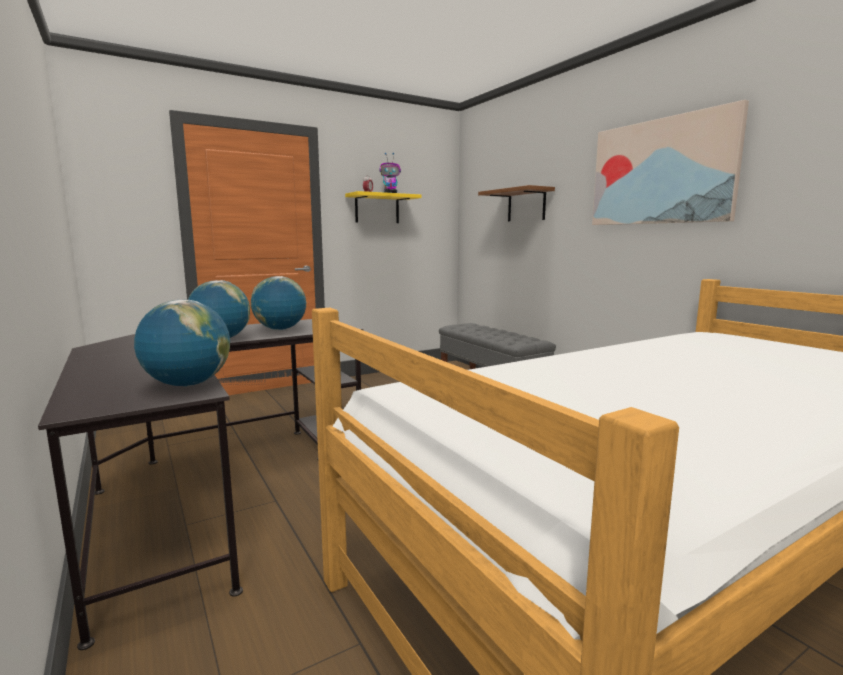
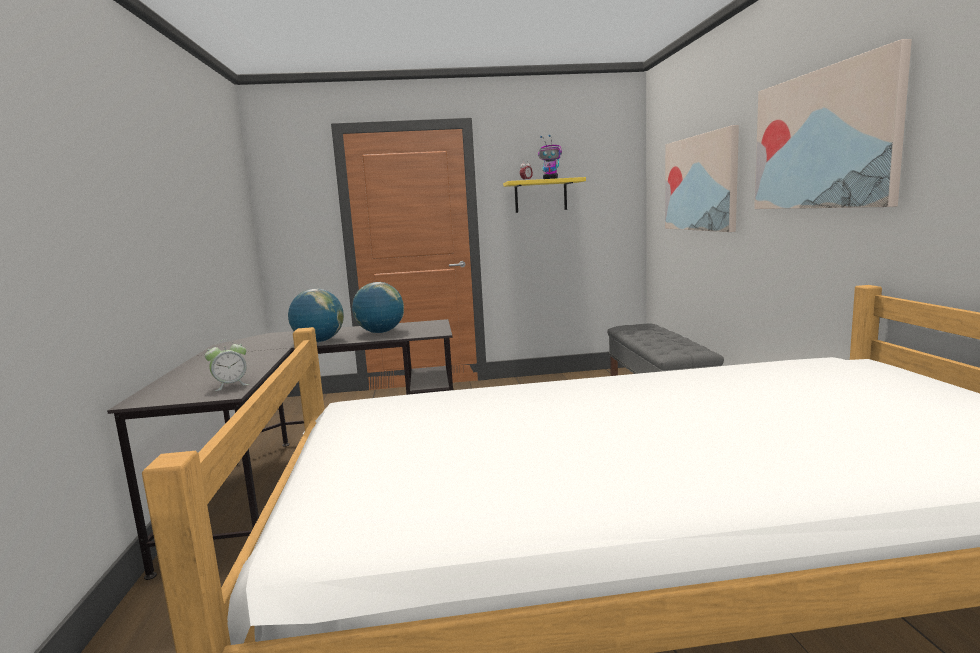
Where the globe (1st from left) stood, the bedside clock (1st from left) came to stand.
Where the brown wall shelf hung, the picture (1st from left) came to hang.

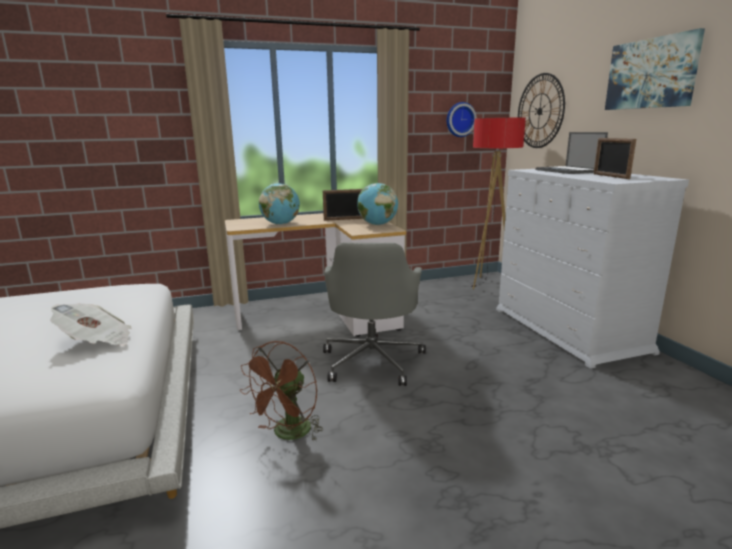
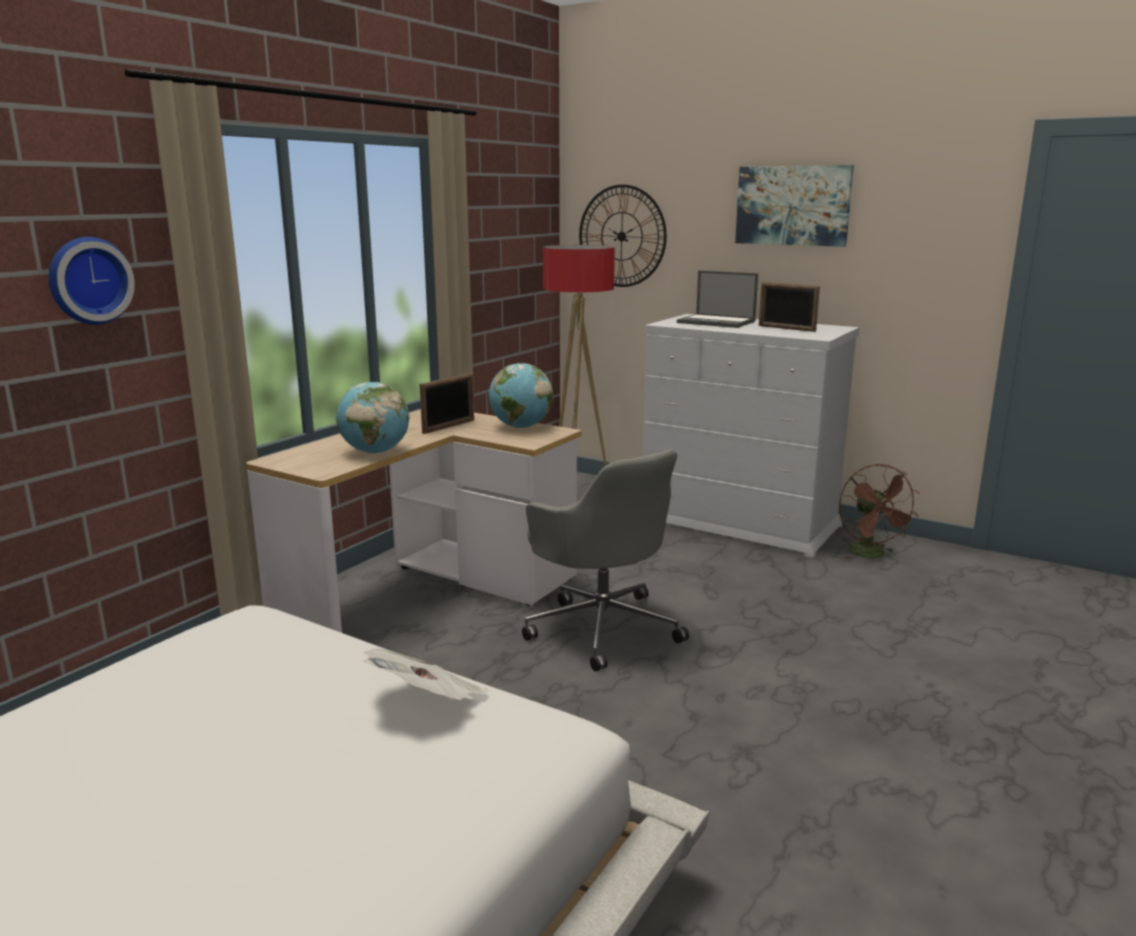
The brown cooling fan ended up elsewhere.
The hanging clock (1st from left) ended up elsewhere.

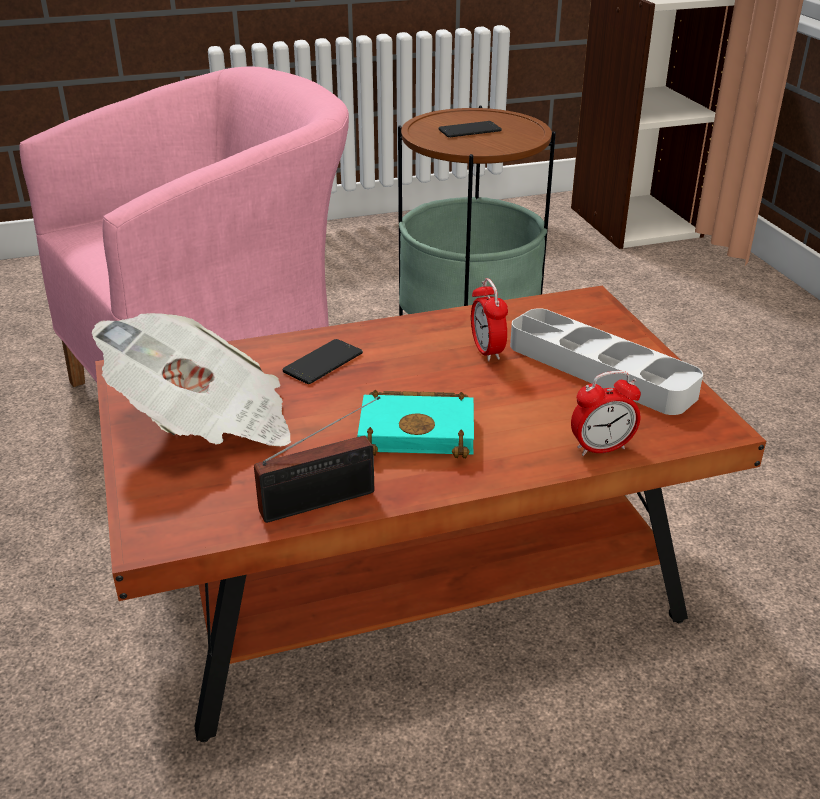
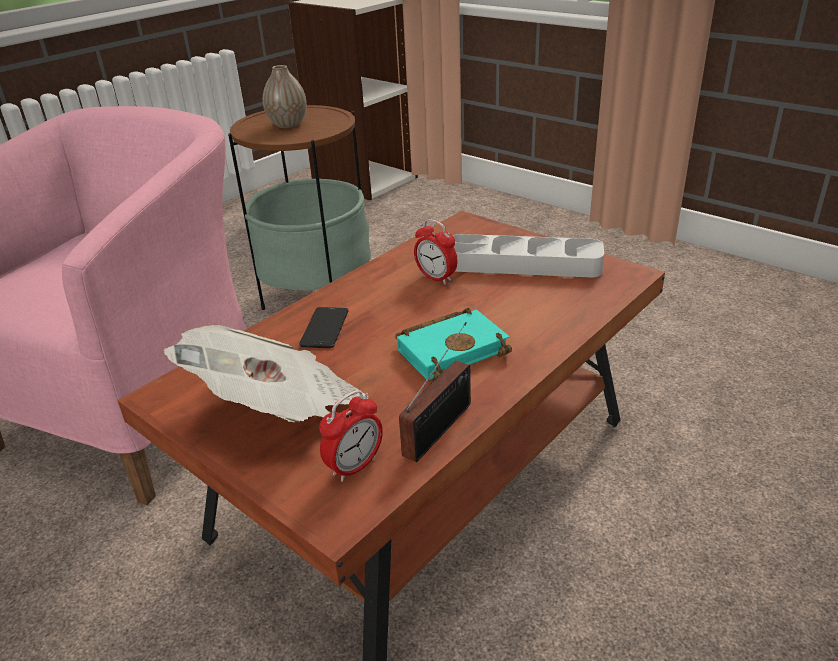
The bedside clock (2nd from left in the first image) ended up elsewhere.
Where the telephone (2nd from left) stood, the decorative vase came to stand.

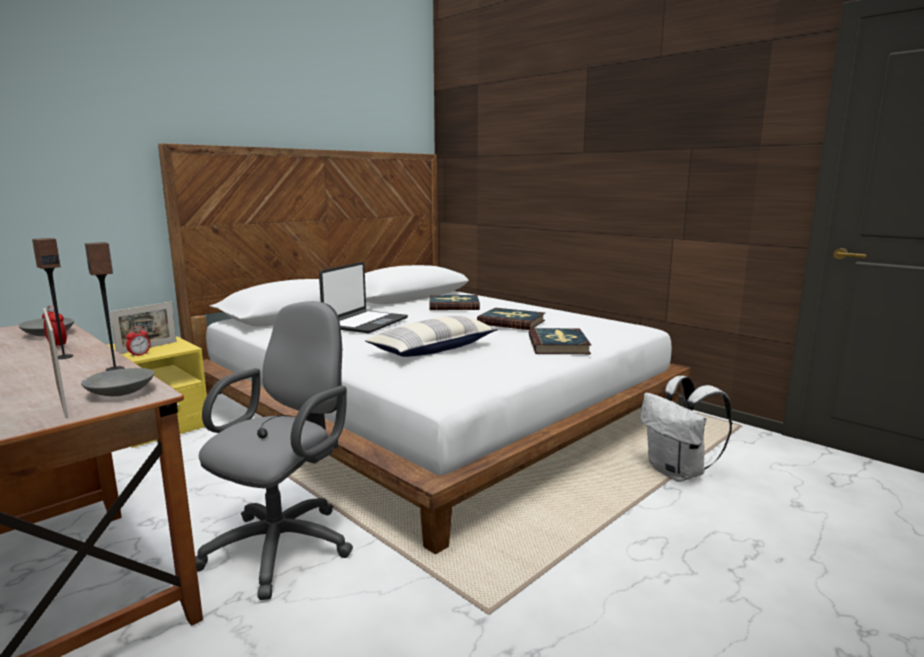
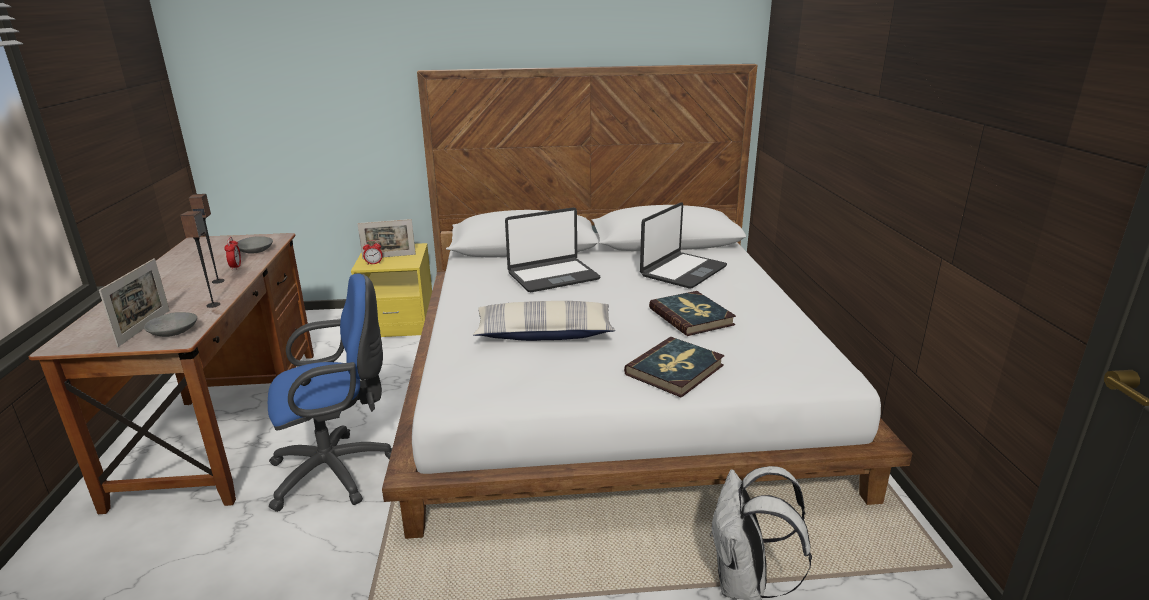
Where the book (1st from left) stood, the portable computer (2nd from left) came to stand.
What was the greyish office chair turned into the blue-coloured office chair.

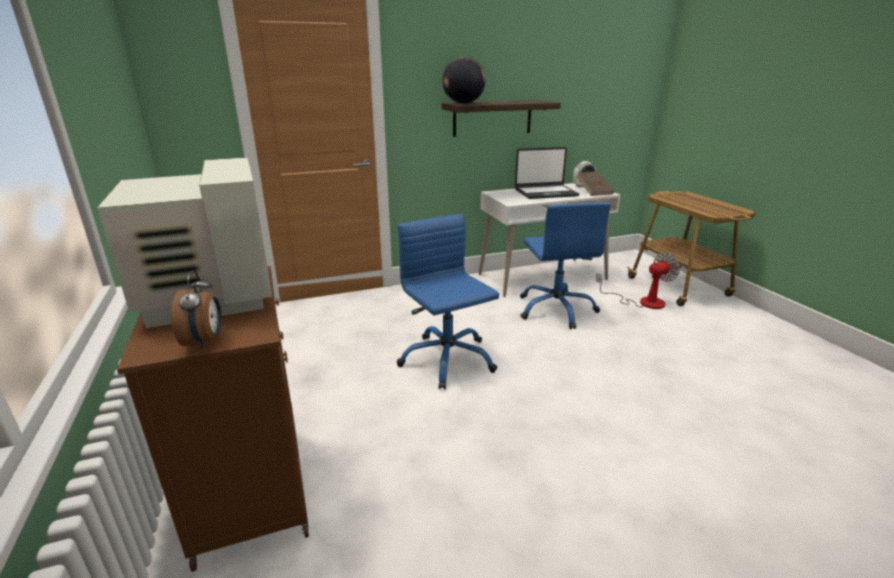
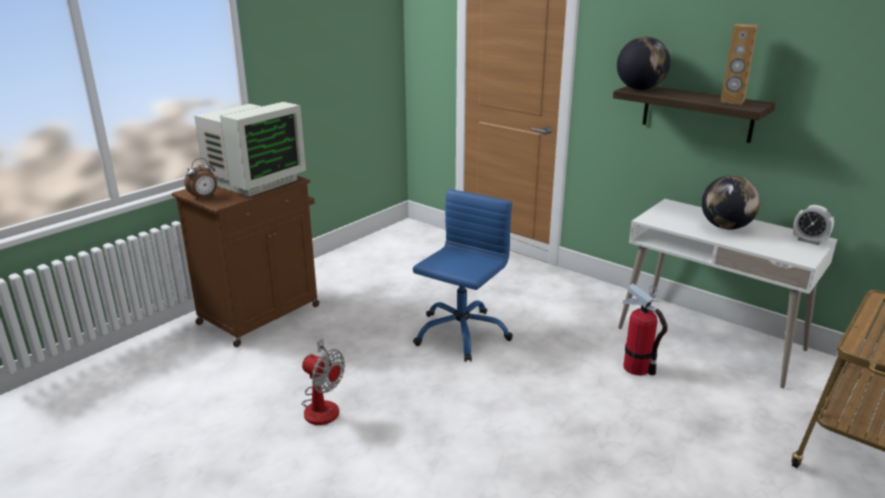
The second view lost the brown book.
The second view gained the brown speaker.
The cooling fan ended up elsewhere.
Where the portable computer stood, the globe (2nd from left) came to stand.
Where the blue-coloured office chair (2nd from left) stood, the extinguisher came to stand.

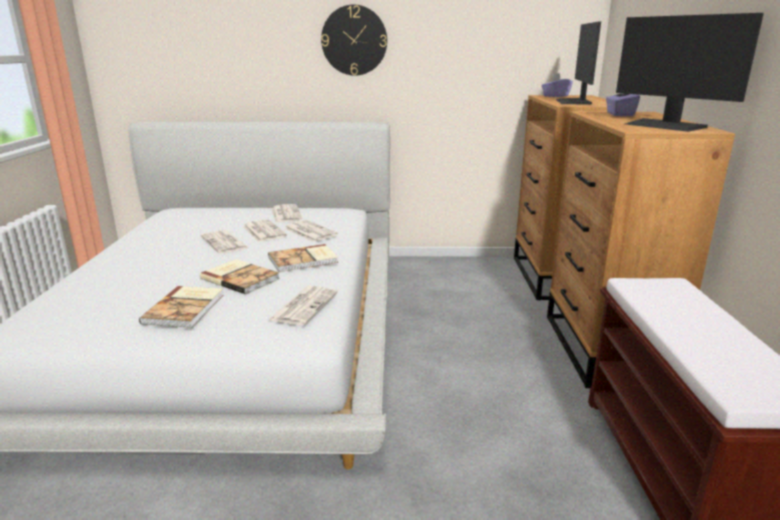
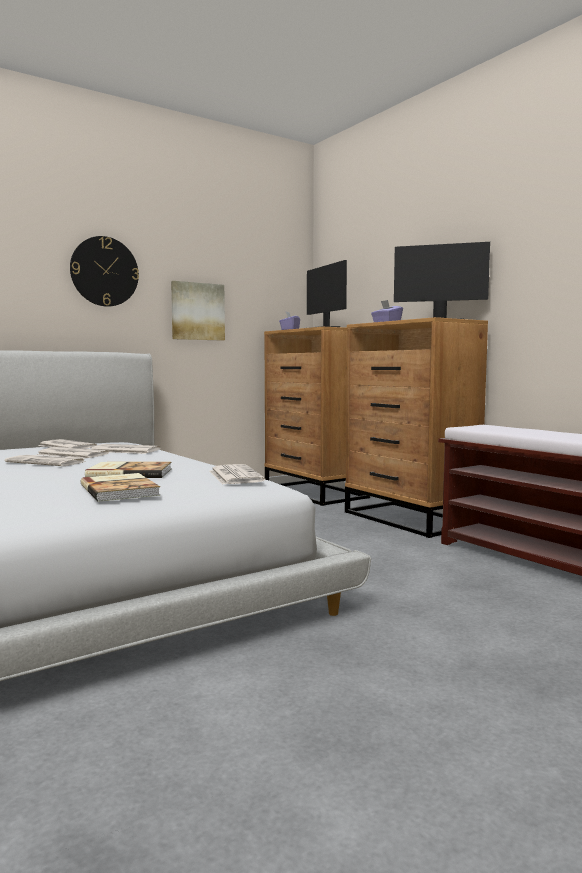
The second view lost the book (3rd from left).
The second view gained the picture.

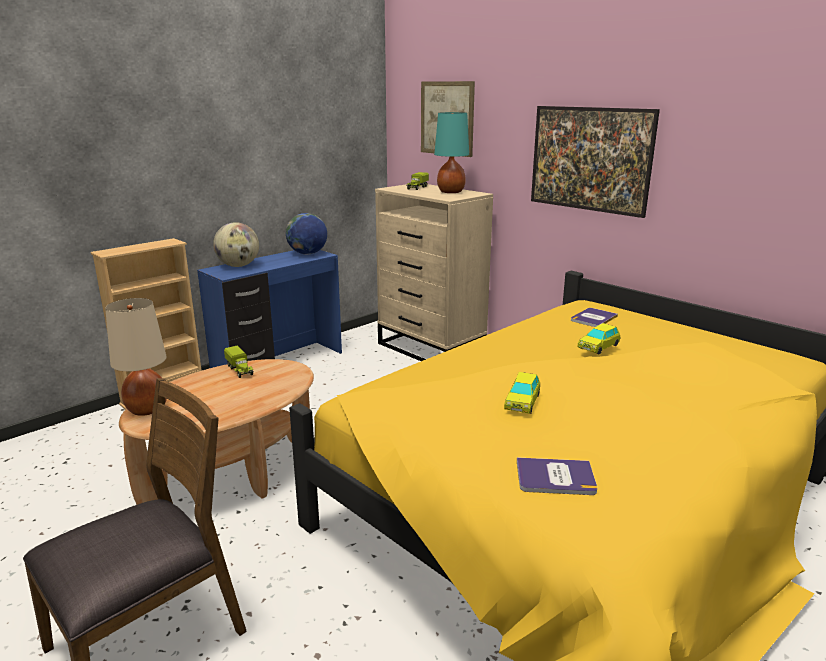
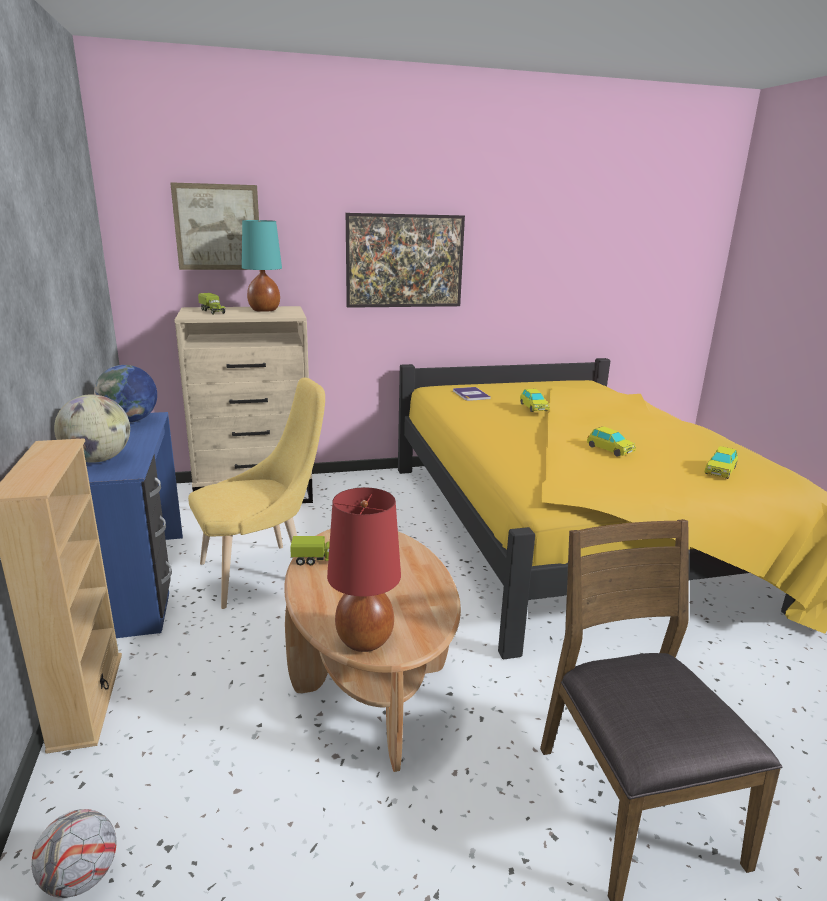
The second view gained the football.
The second view gained the yellow-coloured plain chair.
Where the book (1st from left) stood, the miniature car (3rd from left) came to stand.
What was the beige table lamp turned into the red table lamp.

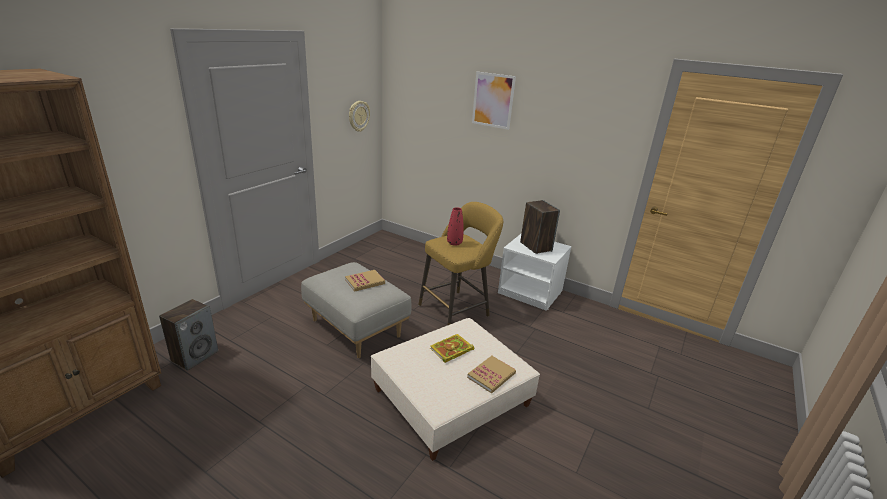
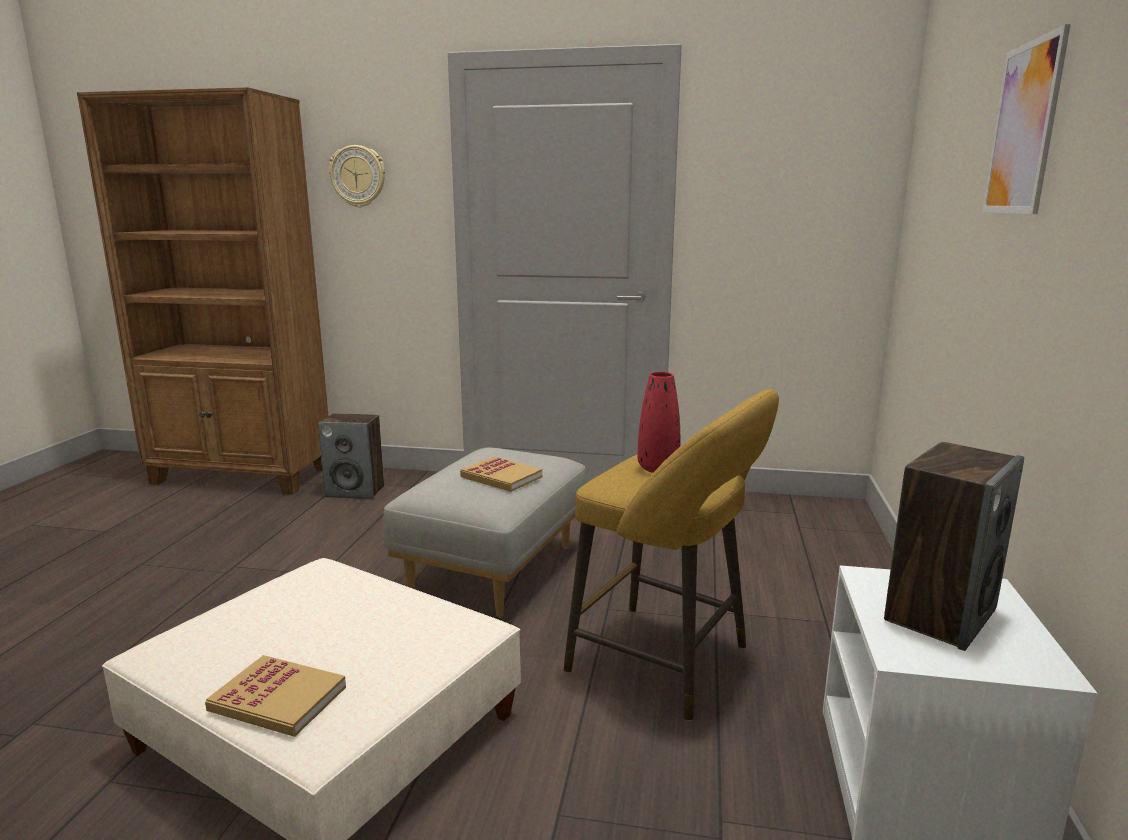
The second view lost the book (2nd from left).
The hanging clock ended up elsewhere.

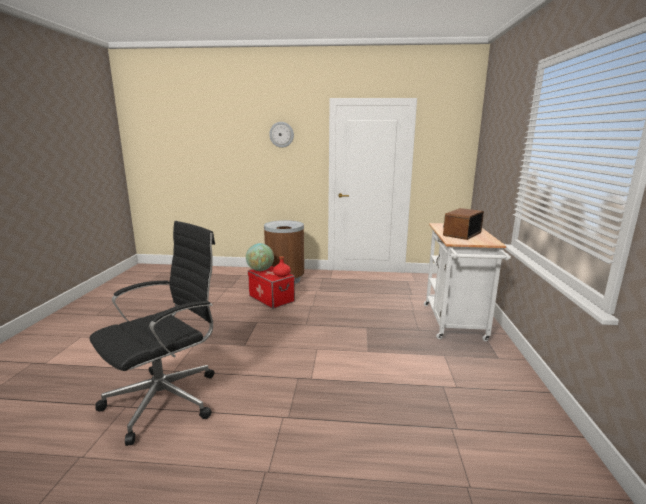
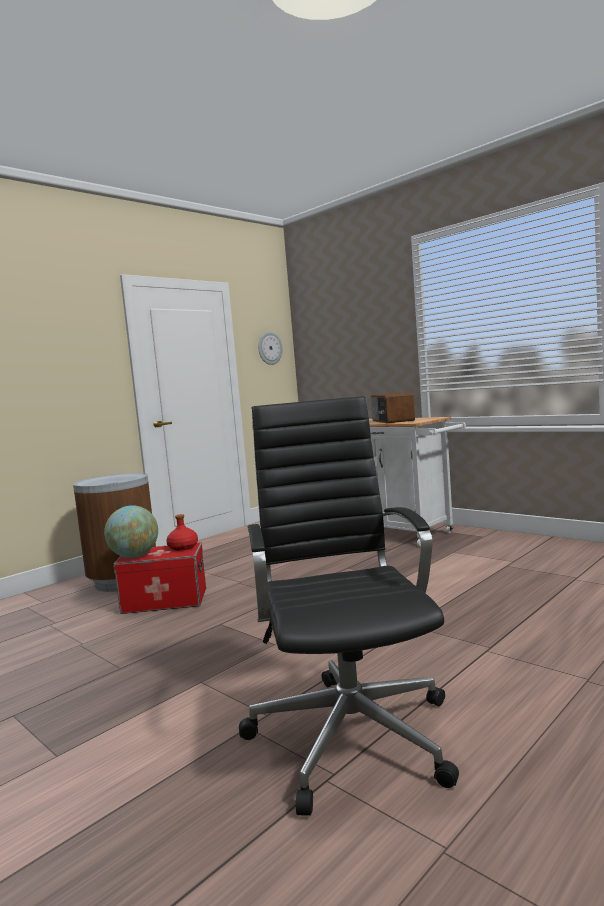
The hanging clock ended up elsewhere.

